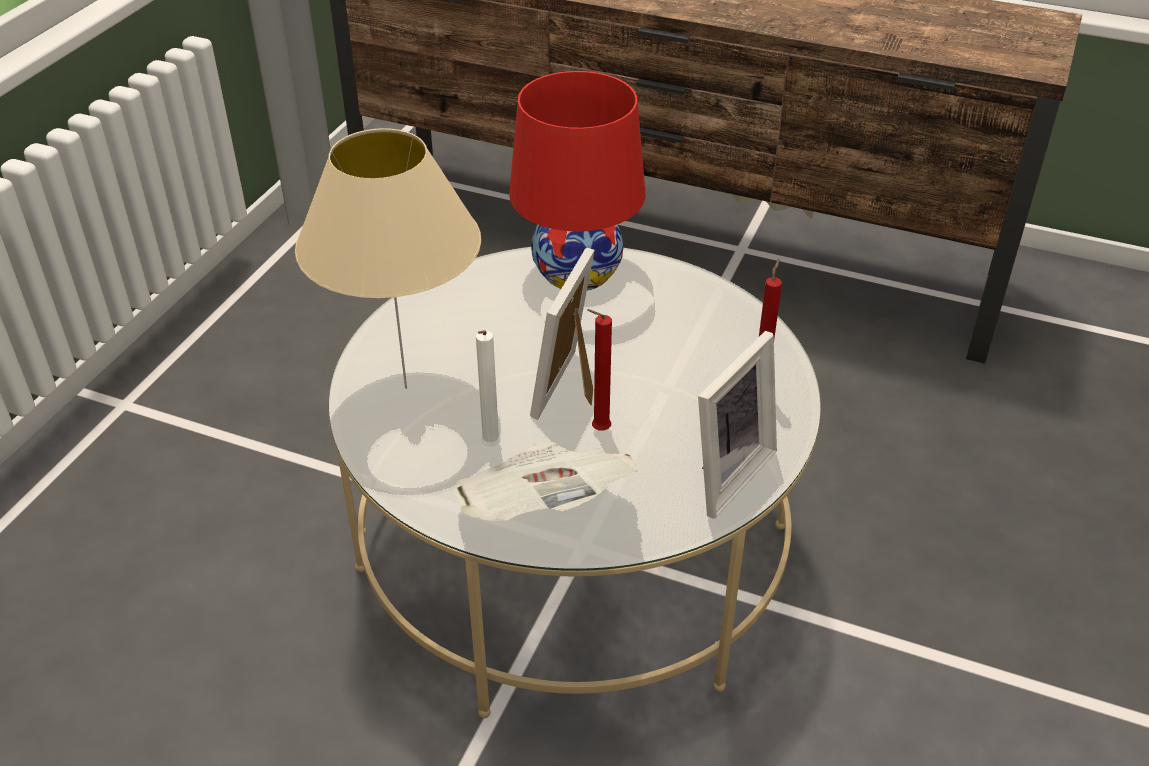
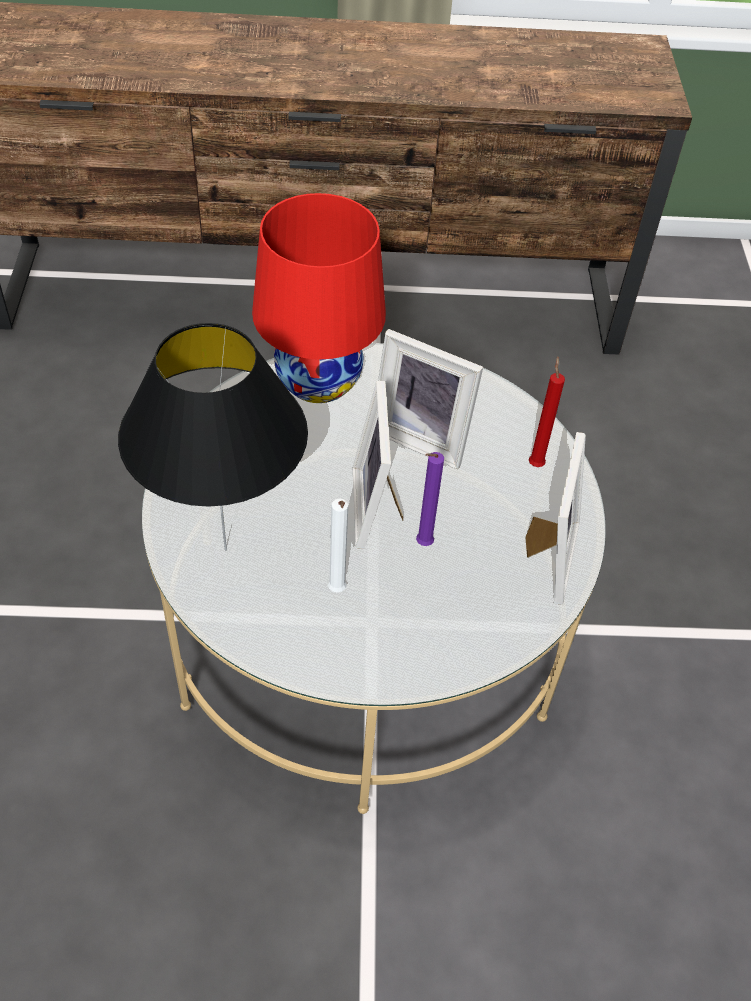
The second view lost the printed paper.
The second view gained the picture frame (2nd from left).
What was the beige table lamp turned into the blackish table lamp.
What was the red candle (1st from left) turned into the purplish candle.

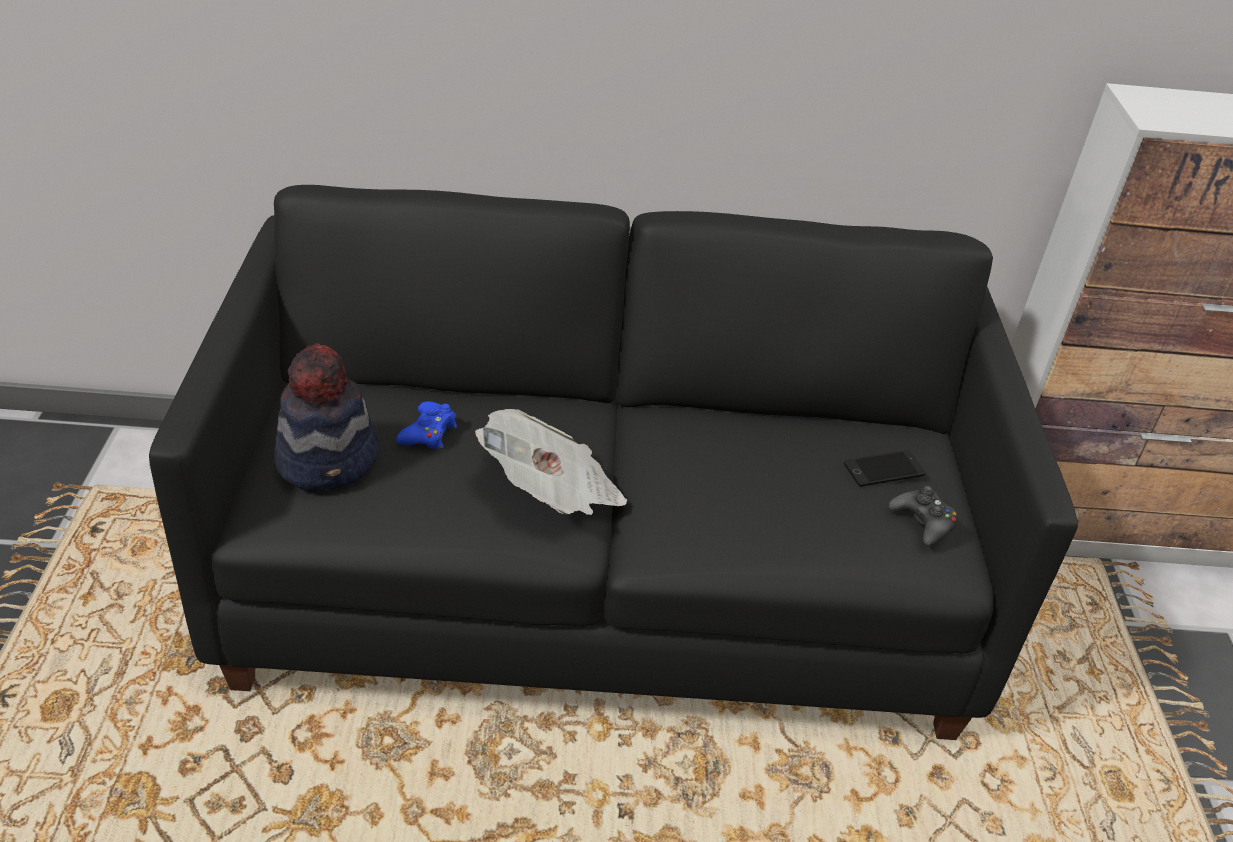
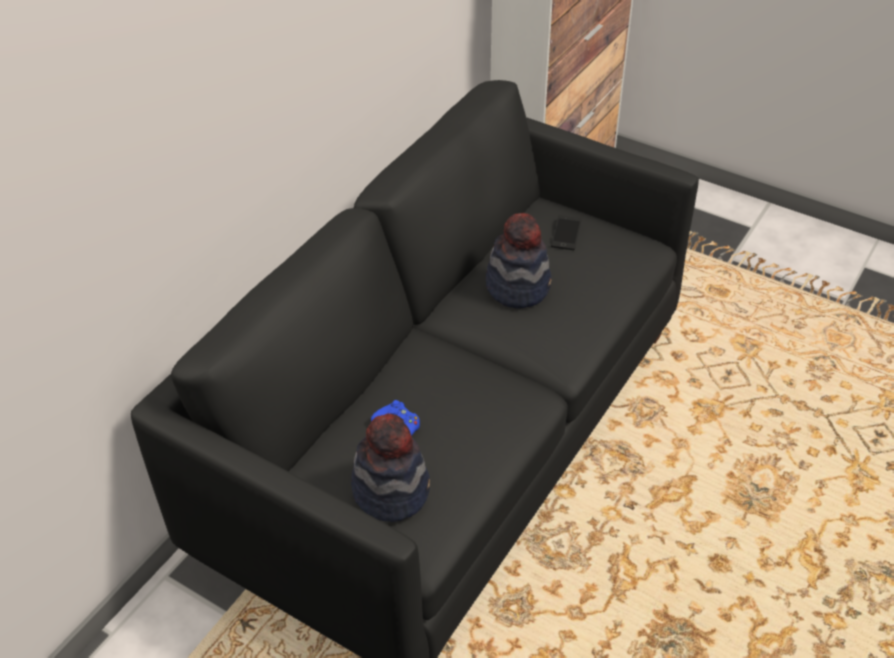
The second view lost the printed paper.
The second view lost the blackish joypad.
The second view gained the clothing hat (2nd from left).

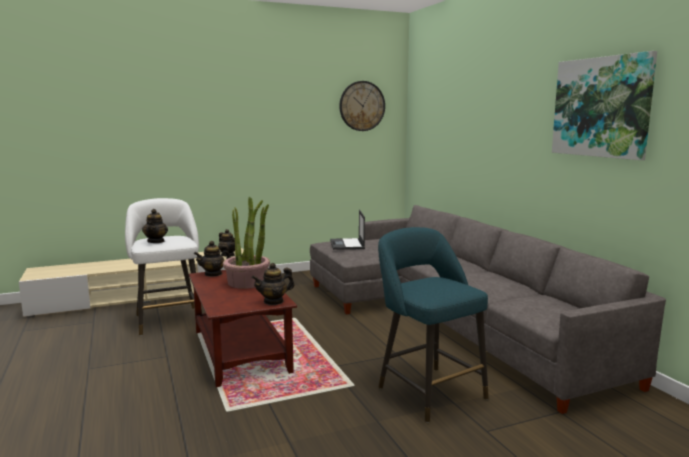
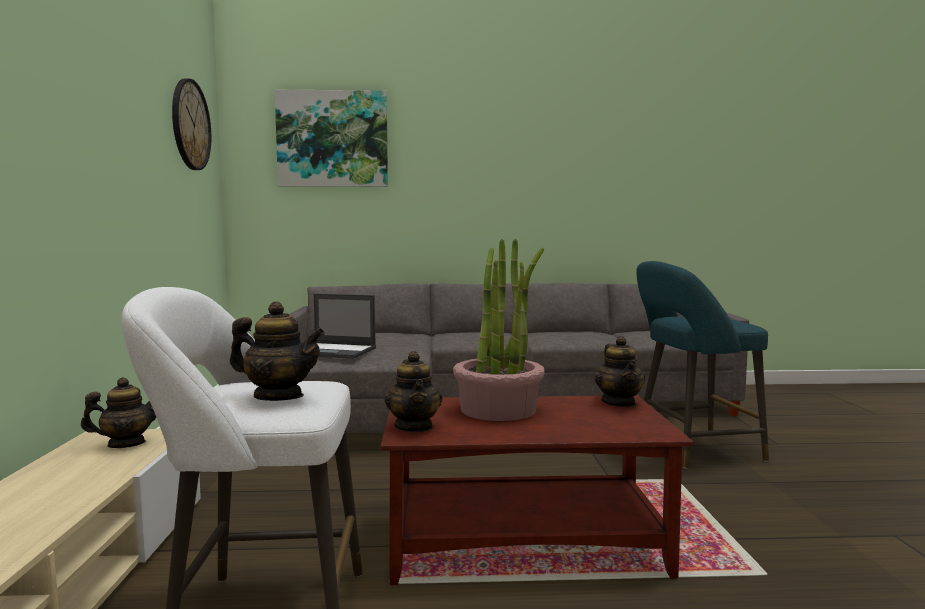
The picture ended up elsewhere.

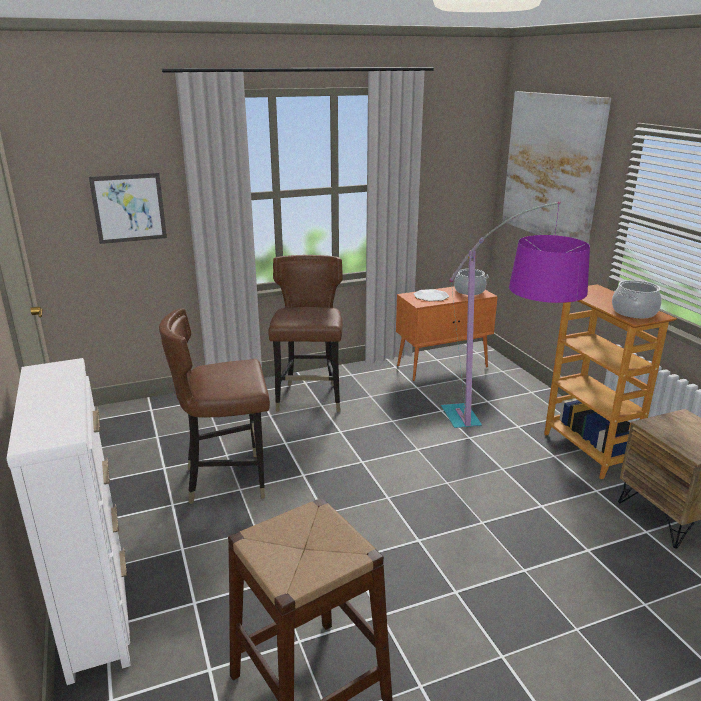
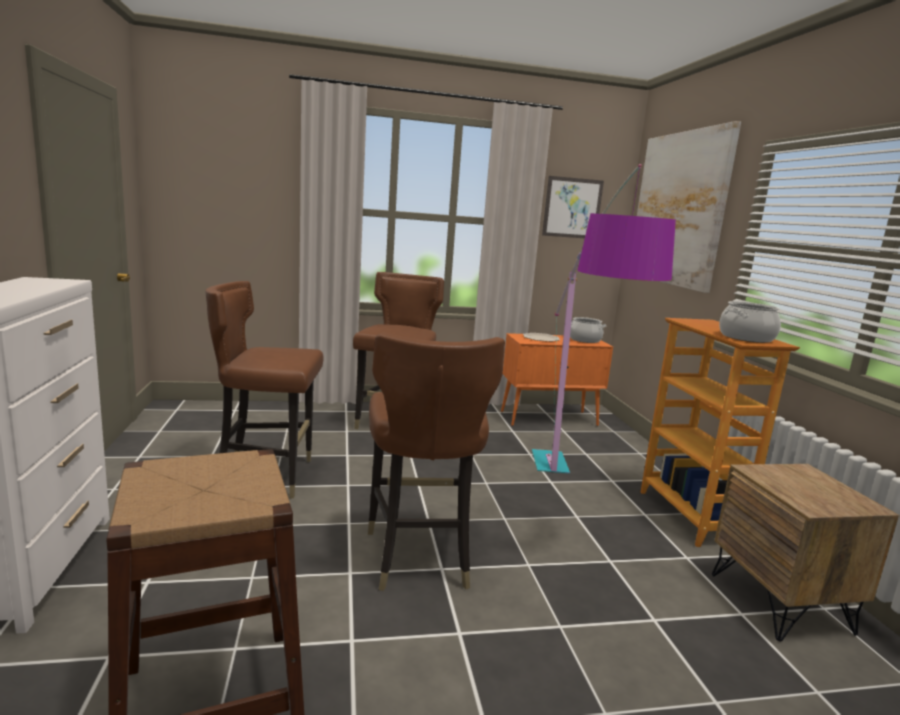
The second view gained the brown plain chair (3rd from left).
The picture (1st from left) ended up elsewhere.

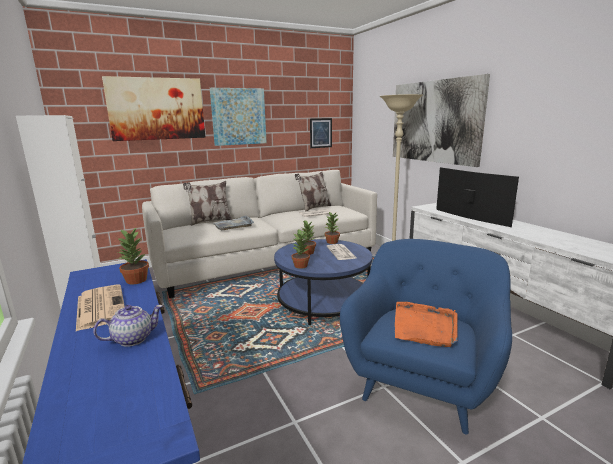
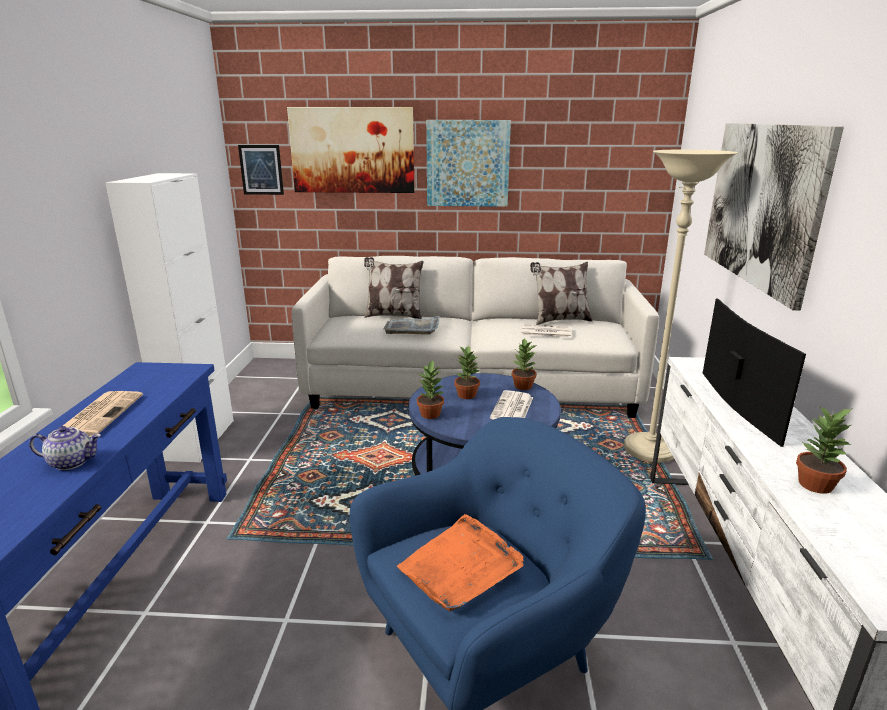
The potted plant (1st from left in the first image) ended up elsewhere.
The picture (3rd from left in the first image) ended up elsewhere.

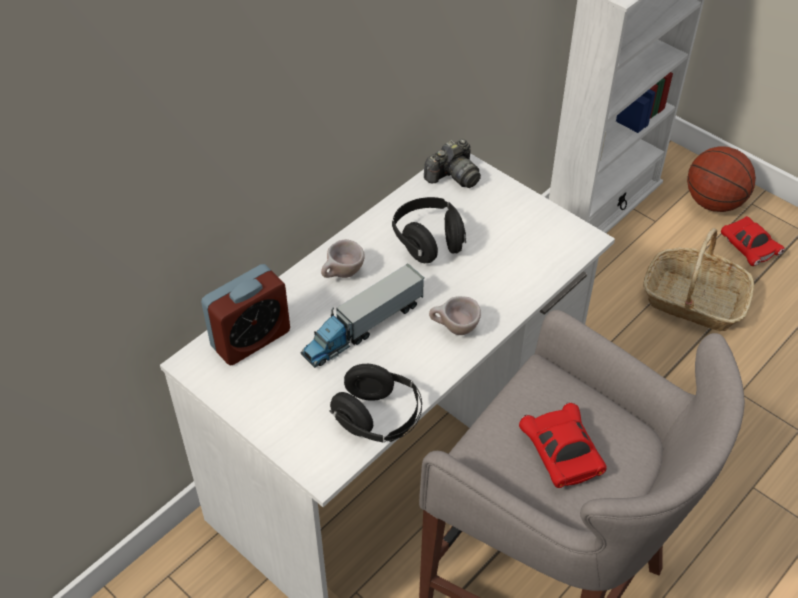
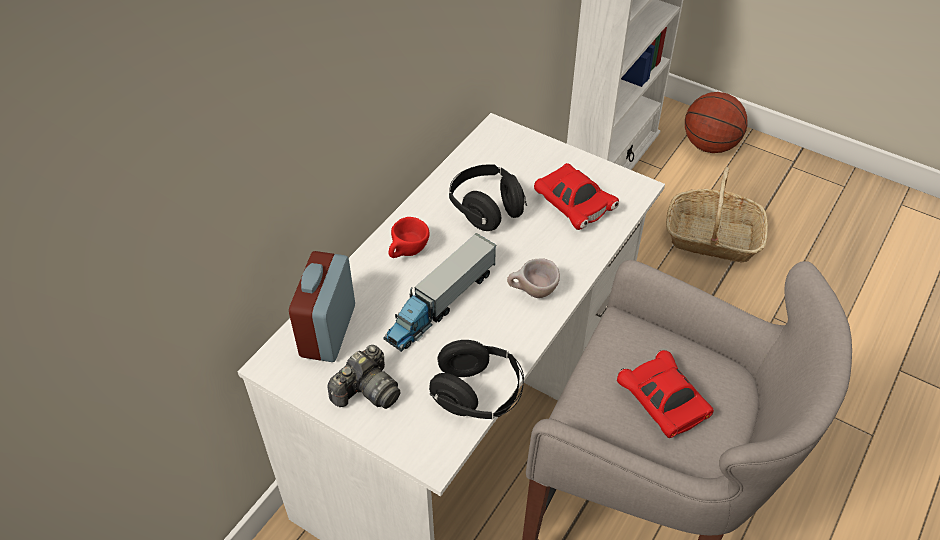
The still camera ended up elsewhere.
The red miniature car (2nd from left in the first image) ended up elsewhere.
What was the beige small cup (1st from left) turned into the red small cup.
The bedside clock ended up facing another way, 150 degrees clockwise from before.

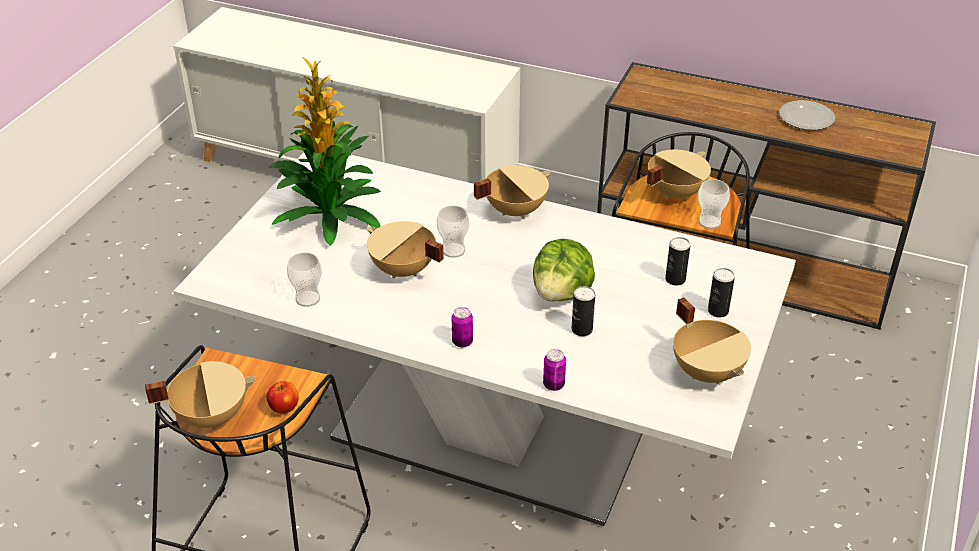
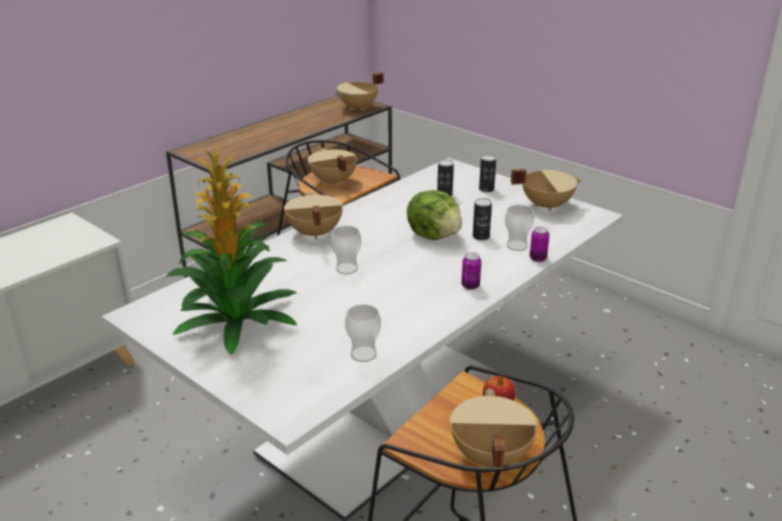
The second view lost the dinner plate.
The beige saucepot (2nd from left in the first image) ended up elsewhere.
The small cup (3rd from left) ended up elsewhere.

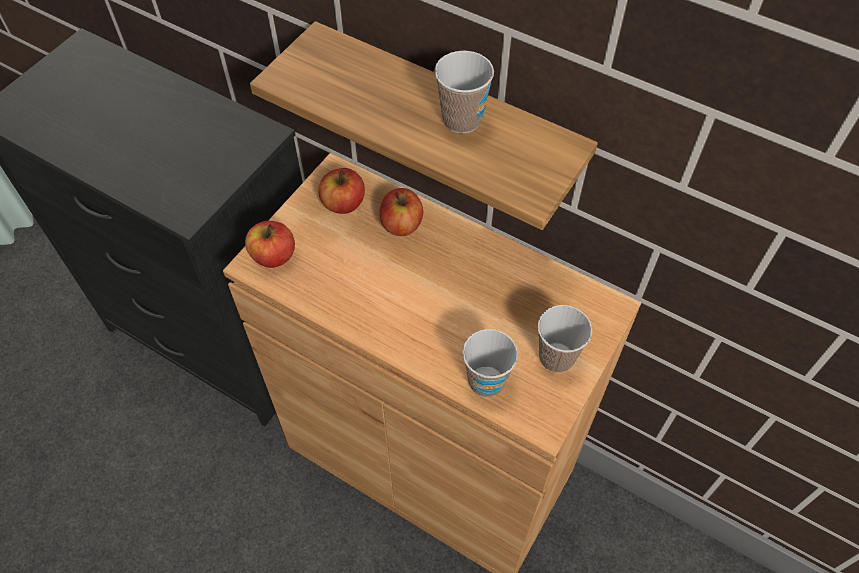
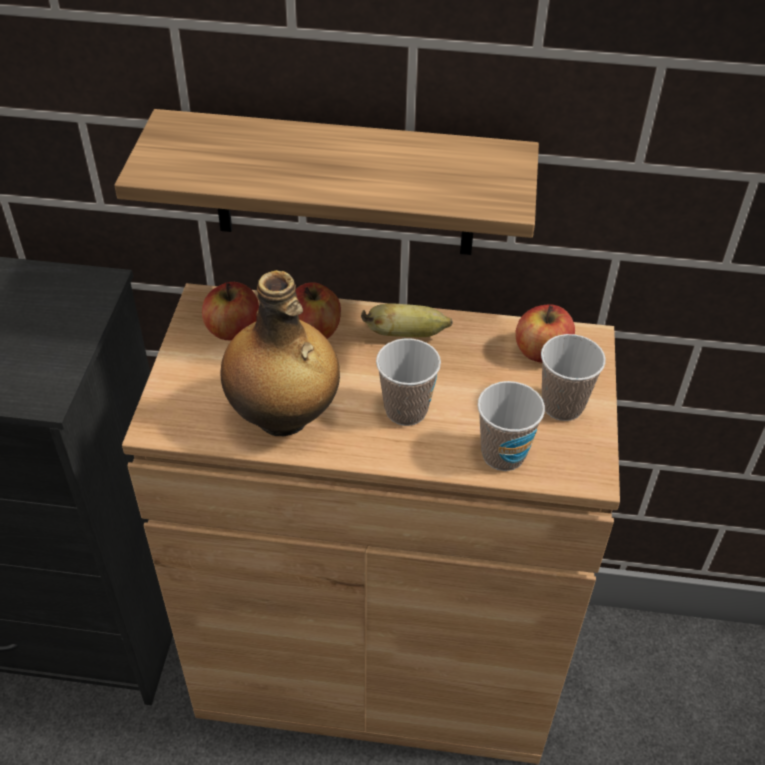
The second view gained the bottle.
The second view gained the banana fruit.
The apple (1st from left in the first image) ended up elsewhere.
The small cup (1st from left) ended up elsewhere.

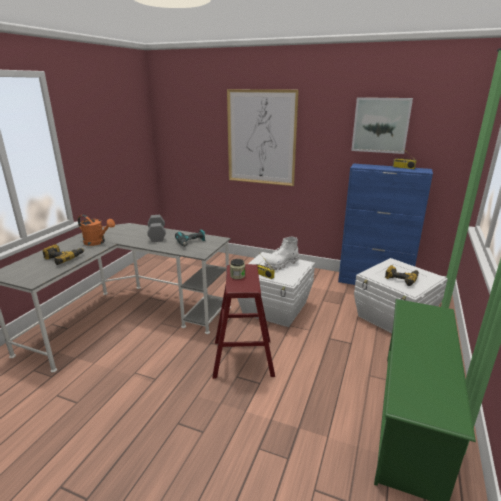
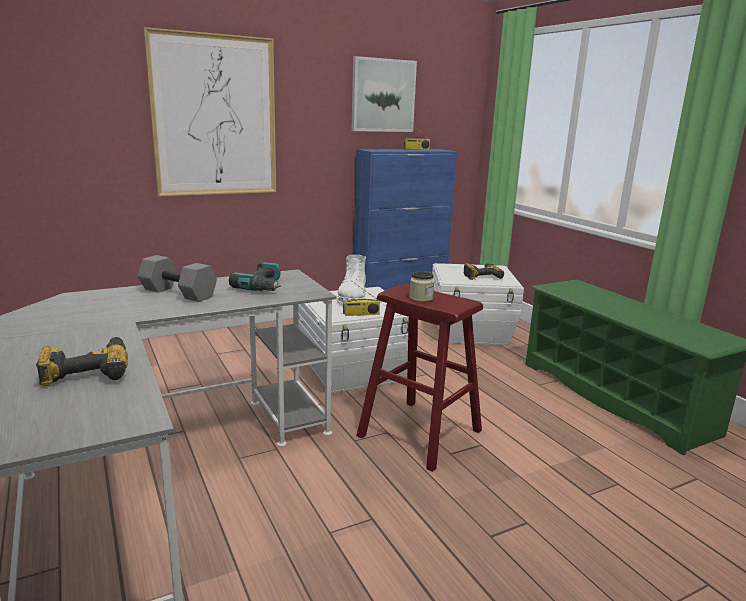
The second view lost the orange watering pot.

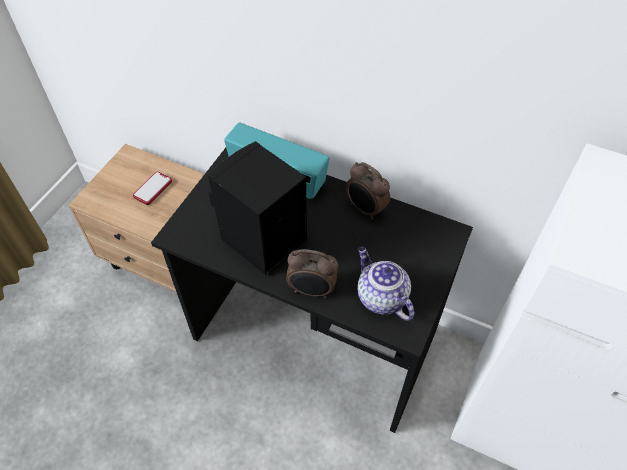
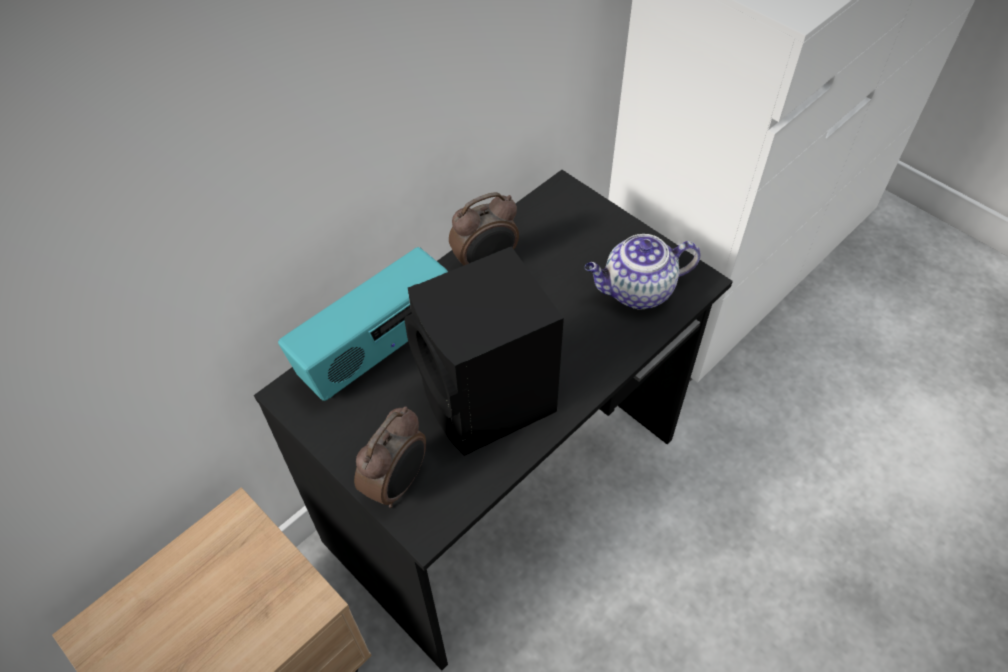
The second view lost the telephone.
The bedside clock (1st from left) ended up elsewhere.

